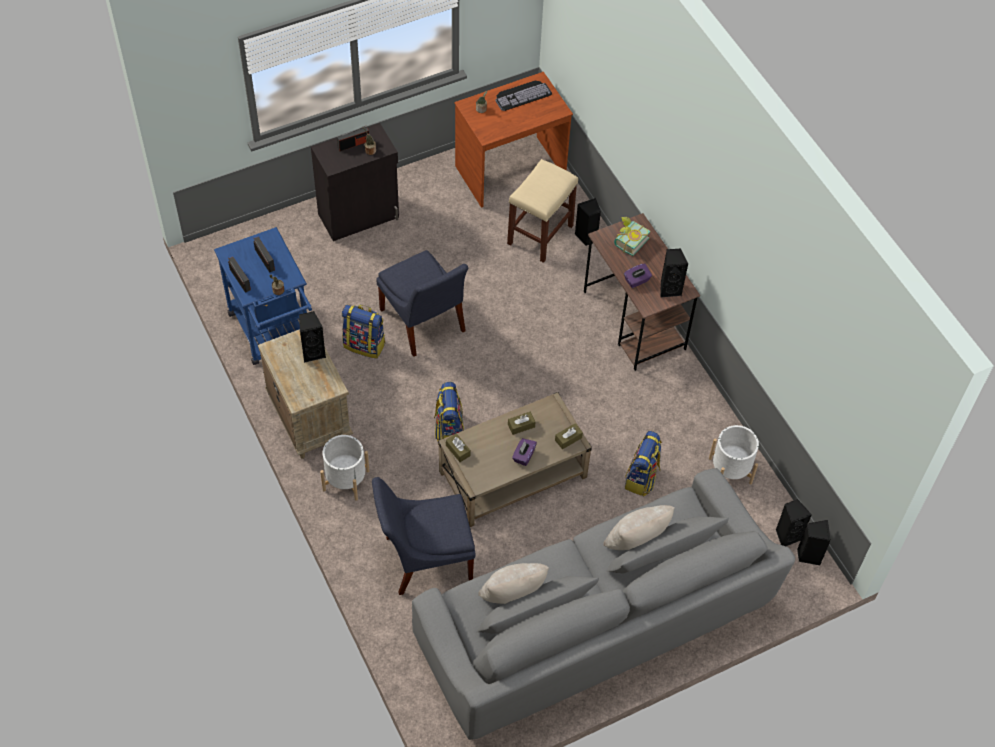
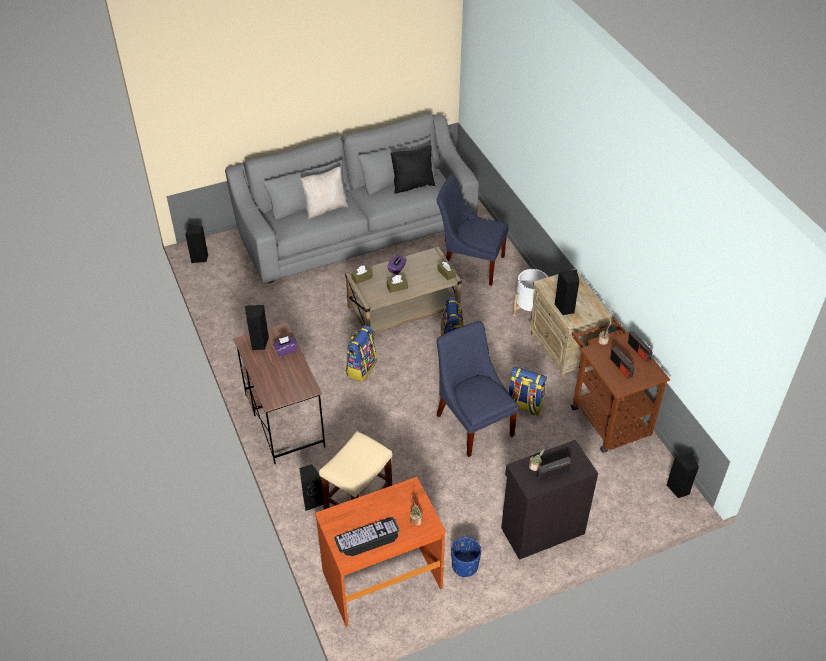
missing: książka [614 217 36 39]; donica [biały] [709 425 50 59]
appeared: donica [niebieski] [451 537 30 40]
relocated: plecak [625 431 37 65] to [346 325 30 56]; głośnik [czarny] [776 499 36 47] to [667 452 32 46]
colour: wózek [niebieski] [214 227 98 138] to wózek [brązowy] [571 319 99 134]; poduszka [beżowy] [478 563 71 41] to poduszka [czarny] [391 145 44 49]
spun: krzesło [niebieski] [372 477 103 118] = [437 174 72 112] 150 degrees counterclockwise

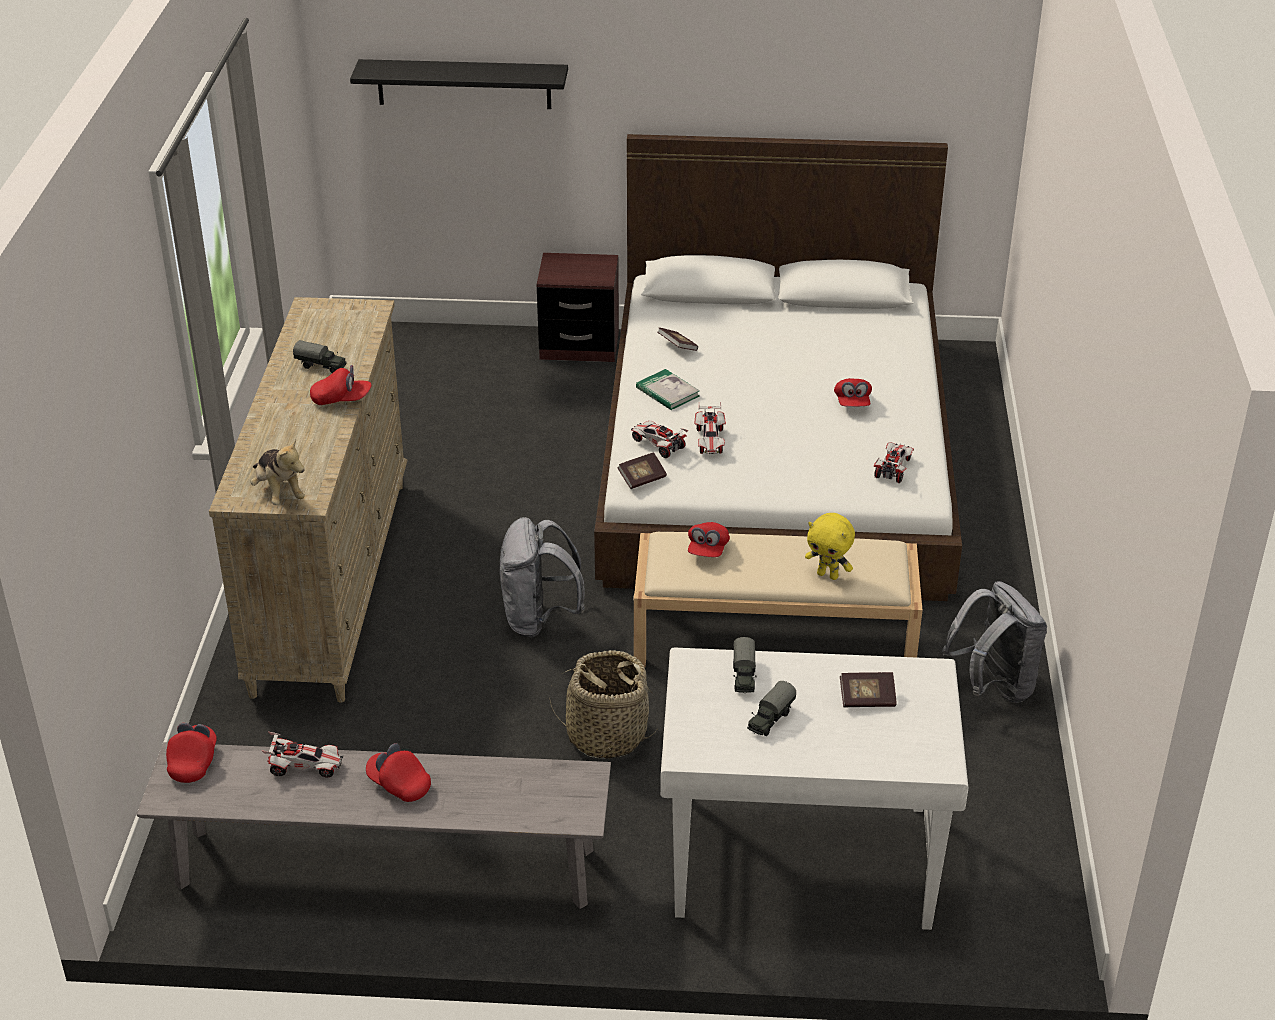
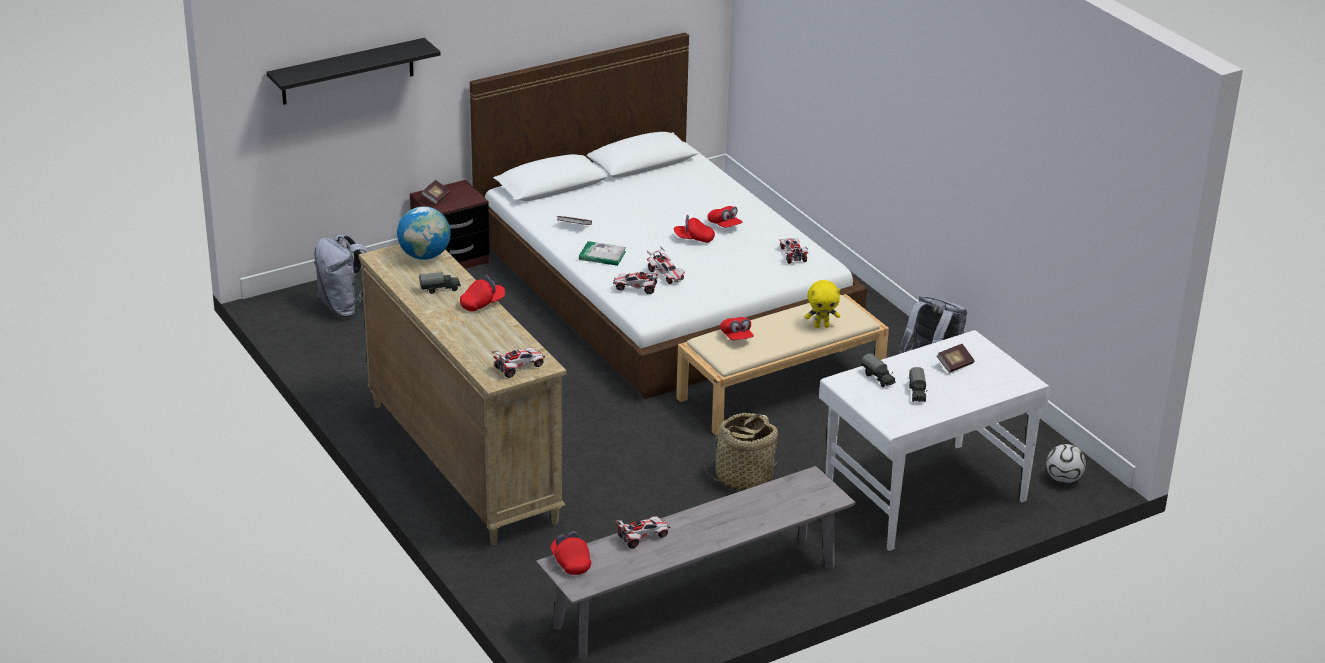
appeared: globus [397 206 54 54]; piłka futbolowa [1046 444 40 39]
relocated: czapka z daszkiem [czerwony] [366 743 65 59] to [674 215 41 28]; plecak [szary] [500 517 85 121] to [314 234 55 83]; książka [617 452 50 37] to [421 180 29 25]
exchanged: pluszak [251 439 54 66] to samochodzik [491 347 54 31]

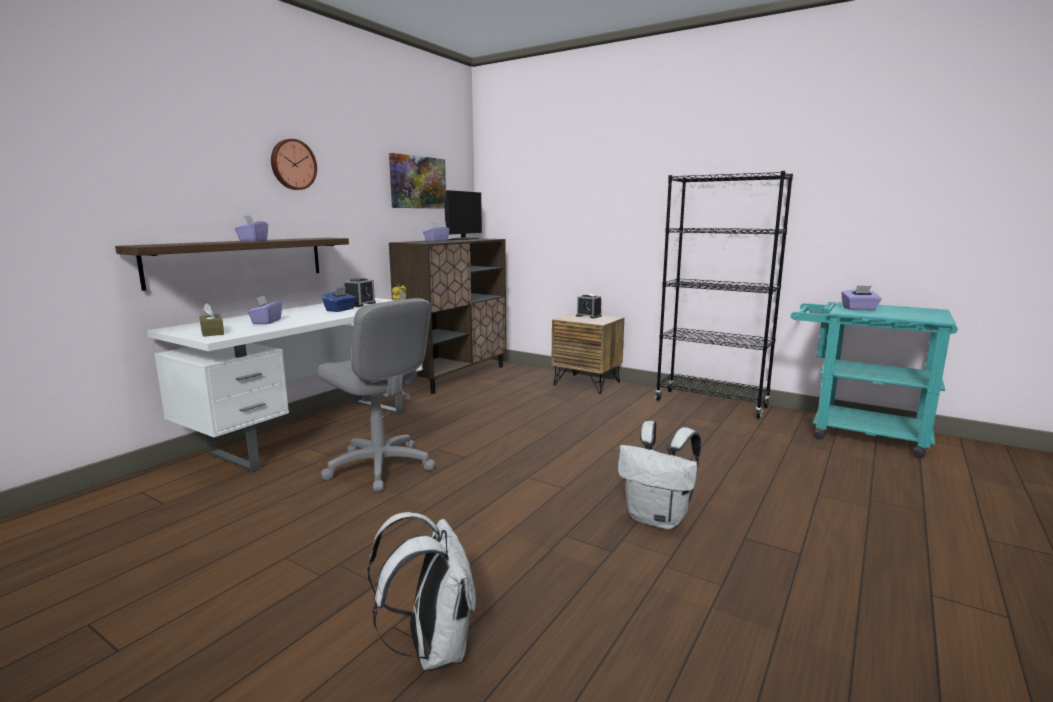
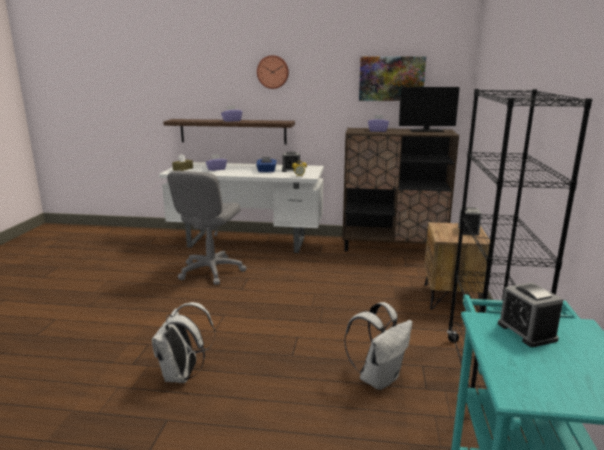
relocated: plecak [biały] [367 512 109 158] to [344 302 69 88]
exchanged: pudełko chusteczek [fioletowy] [841 285 41 26] to budzik [498 282 65 65]

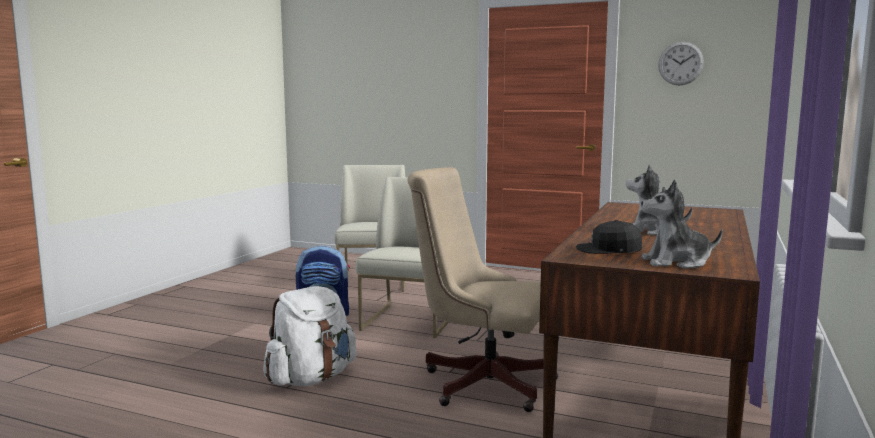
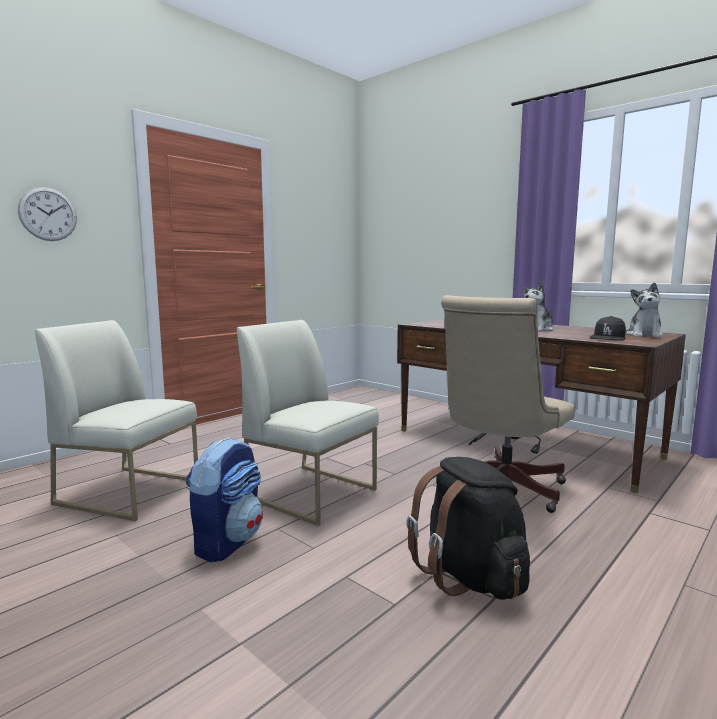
relocated: zegar ścienny [658 42 46 44] to [18 187 59 54]
colour: plecak [biały] [263 286 94 100] to plecak [czarny] [407 457 123 143]

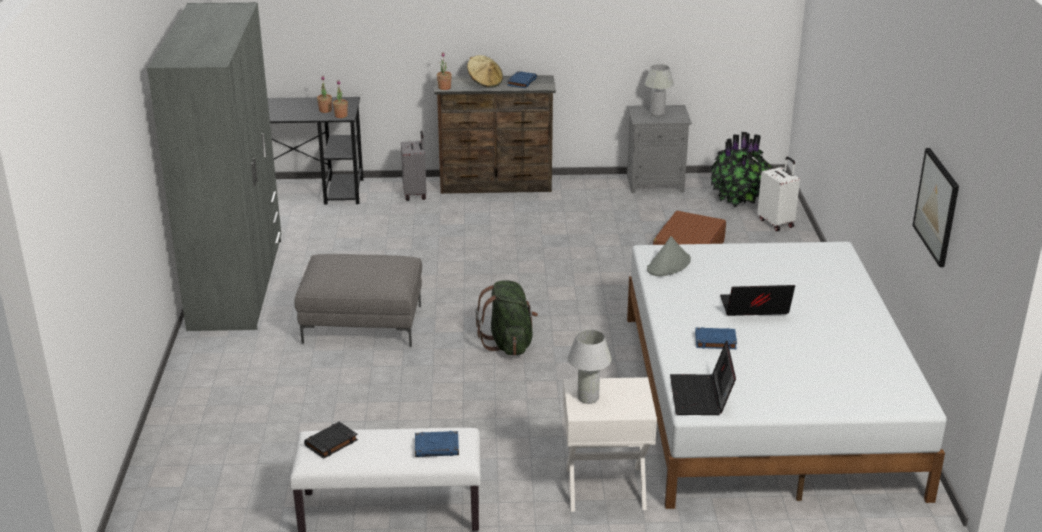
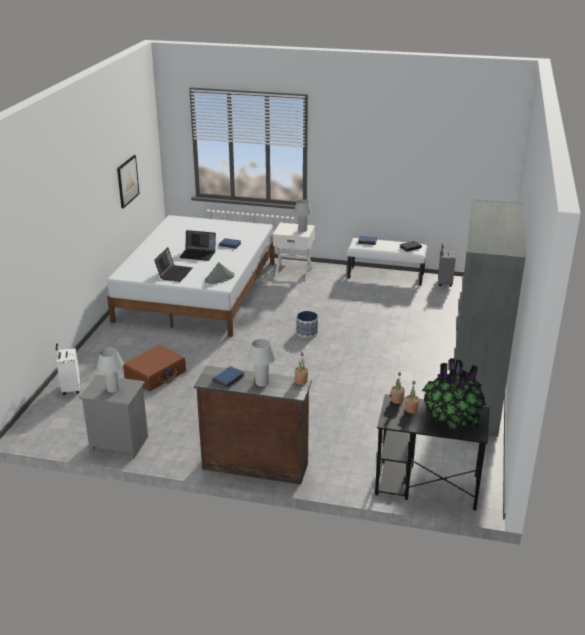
missing: pufa [szary] [294 254 128 93]
relocated: walizka [szary] [401 131 26 70] to [438 244 17 43]; laptop [670 340 66 75] to [154 247 38 35]; roślina doniczkowa [709 132 65 75] to [422 358 64 74]
exchanged: kapelusz [beżowy] [467 55 36 33] to lampa stołowa [biały] [248 339 28 48]; plecak [zielony] [476 280 62 76] to donica [297 311 21 27]

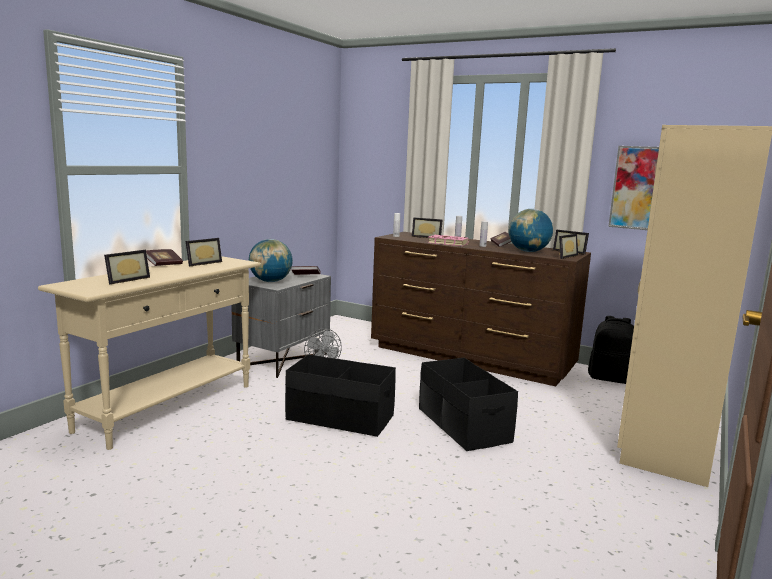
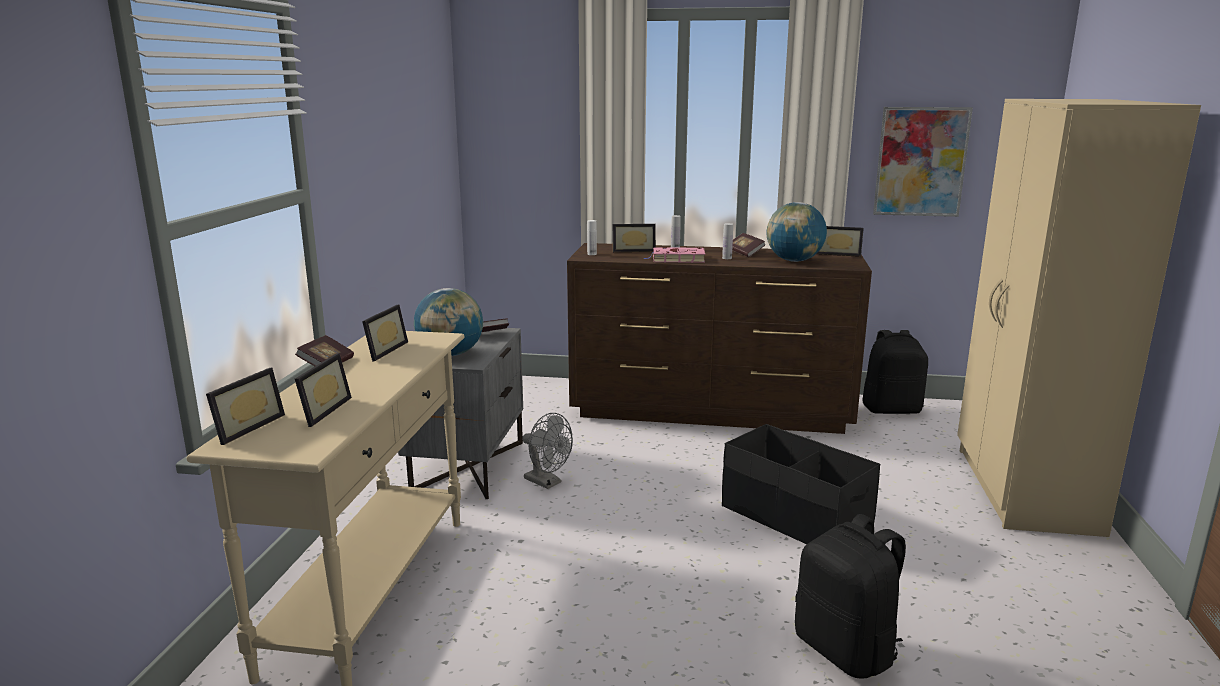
missing: pojemnik do przechowywania [czarny] [285 354 111 83]
appeared: plecak [czarny] [795 514 111 165]
relocated: ramka na zdjęcie [559 234 19 25] to [206 368 79 77]

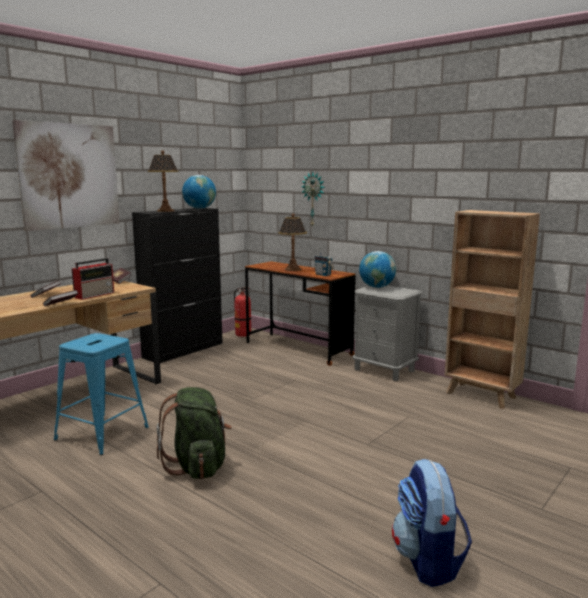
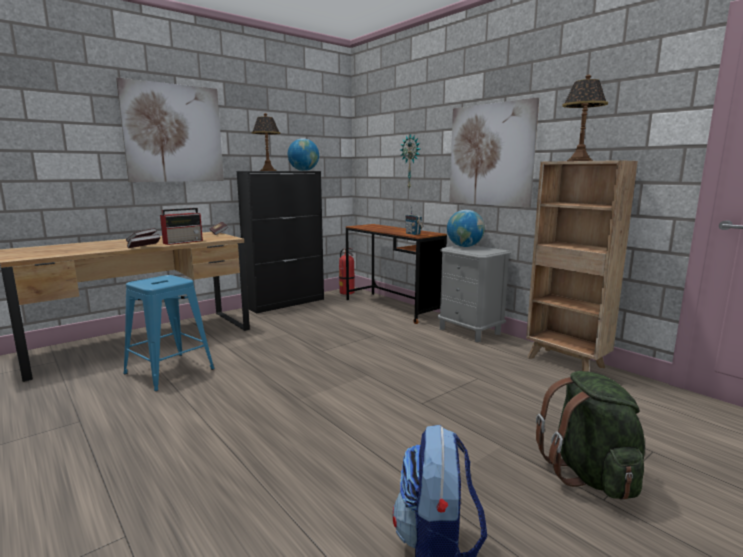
appeared: obraz [449 97 90 111]
relocated: plecak [zielony] [156 387 76 92] to [536 371 109 129]; lampa stołowa [279 214 28 57] to [562 74 46 87]

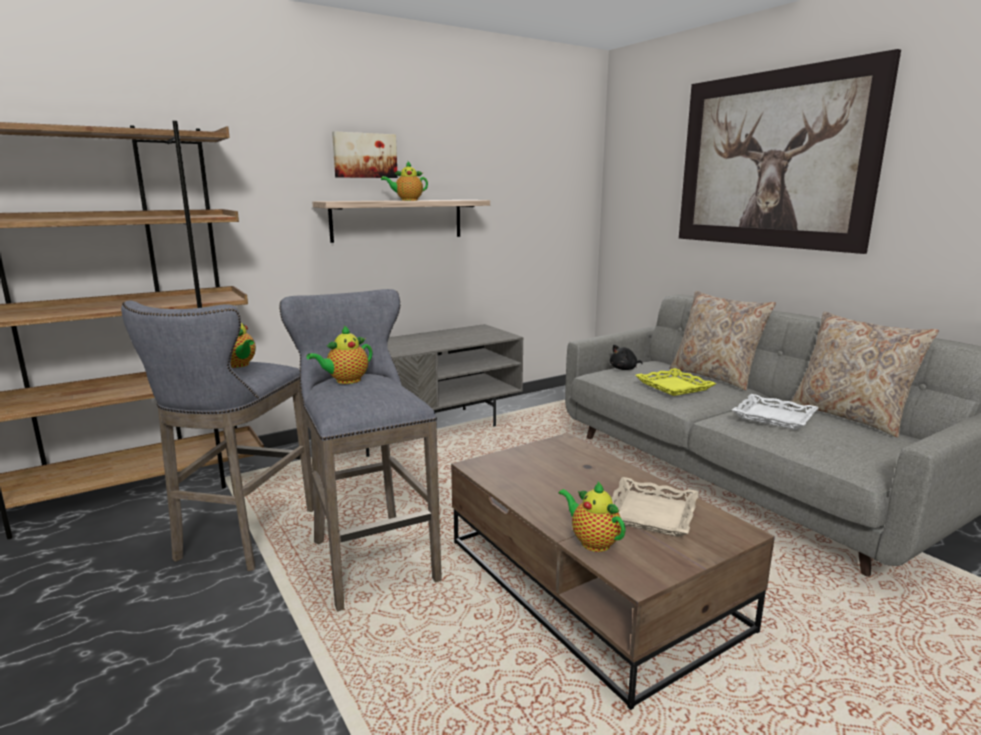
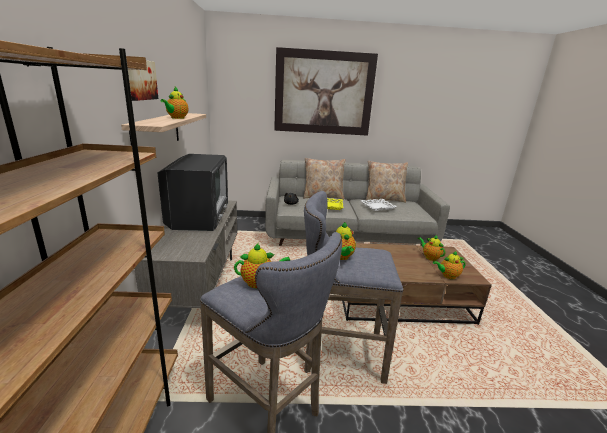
appeared: telewizor [157 154 71 77]
exchanged: taca [beżowy] [611 477 88 60] to imbryk [418 235 27 26]

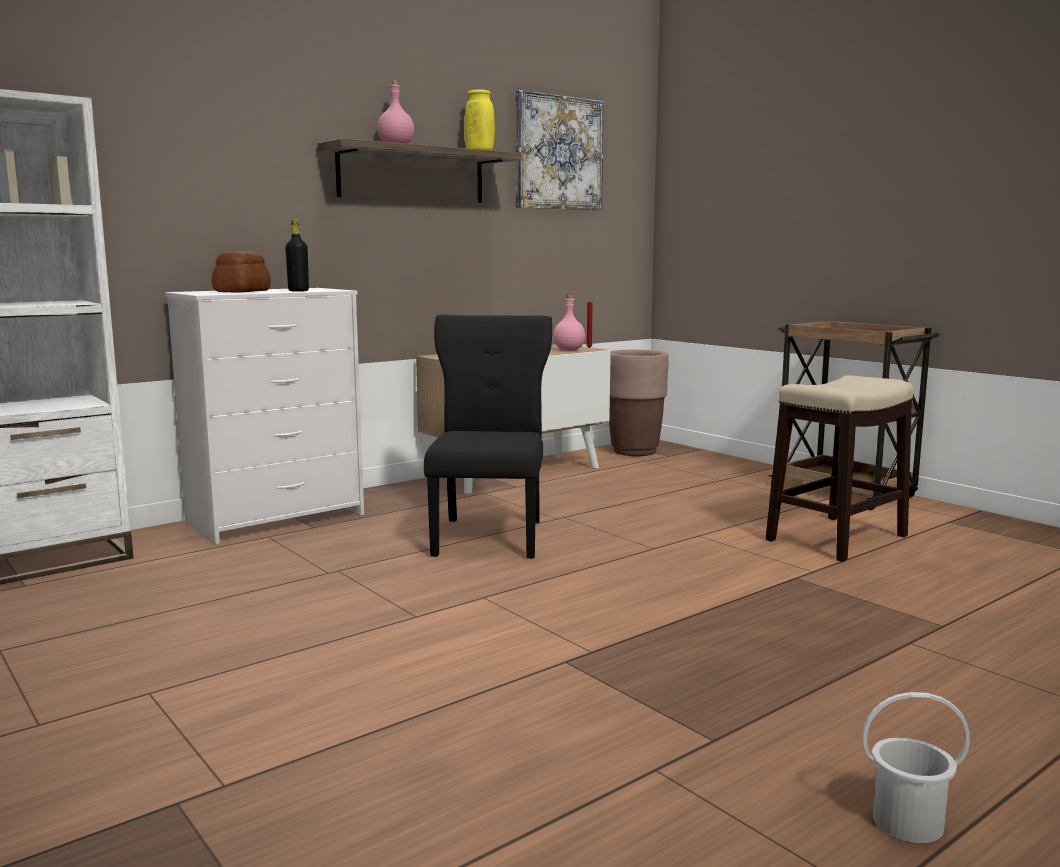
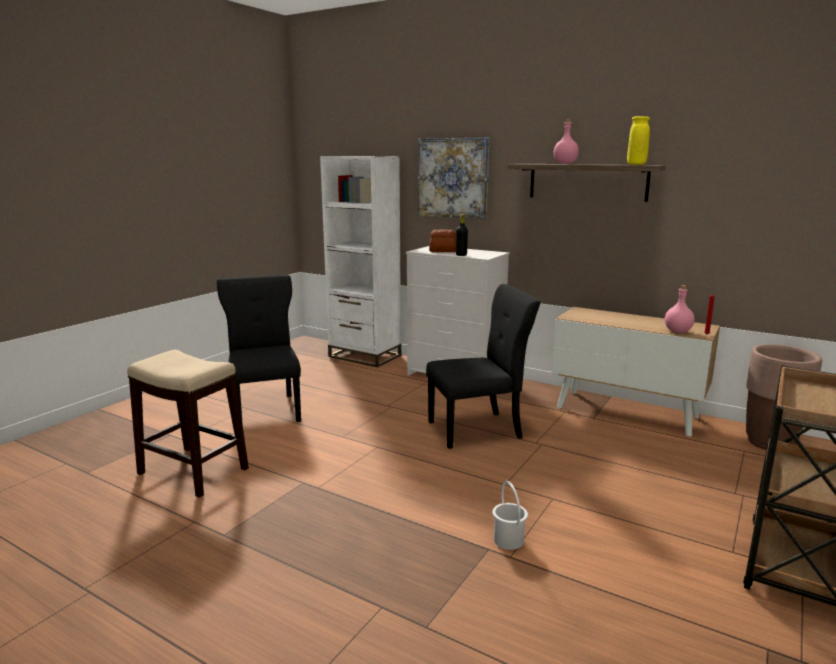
appeared: krzesło [czarny] [217 275 84 150]
relocated: obraz [516 90 88 121] to [418 138 71 81]; stołek [765 375 149 187] to [127 350 122 148]; wiadro [biały] [862 692 108 151] to [492 481 36 69]

